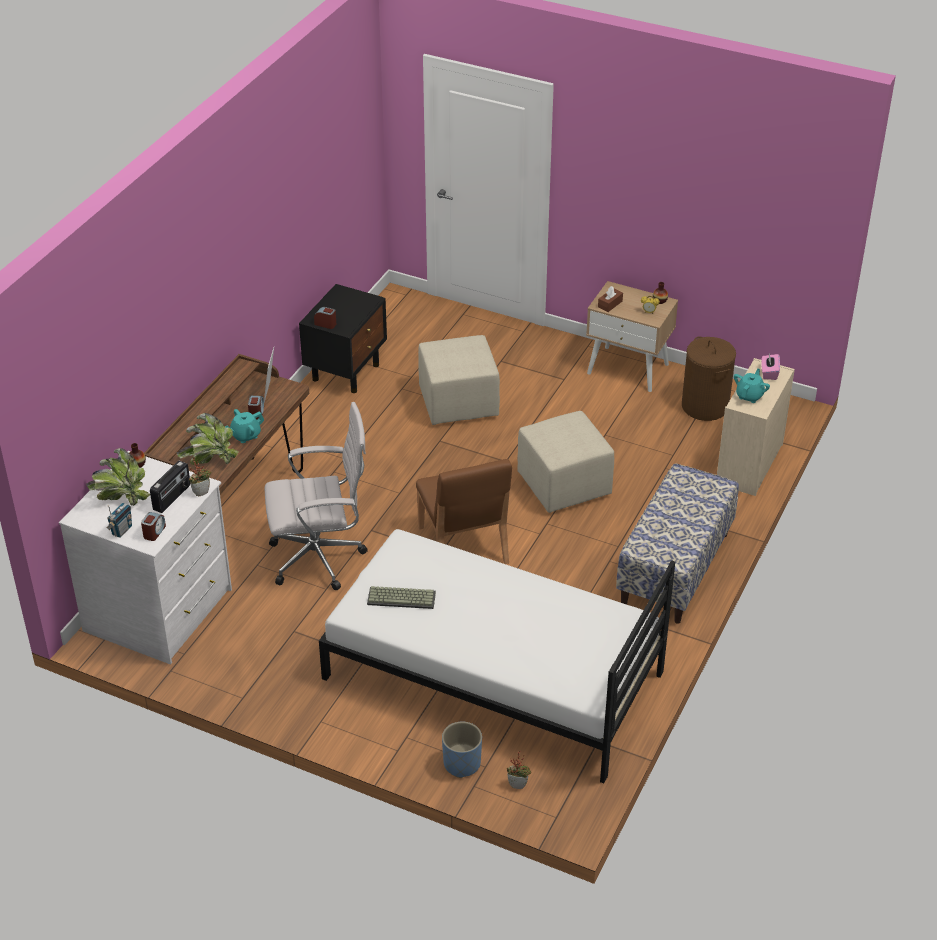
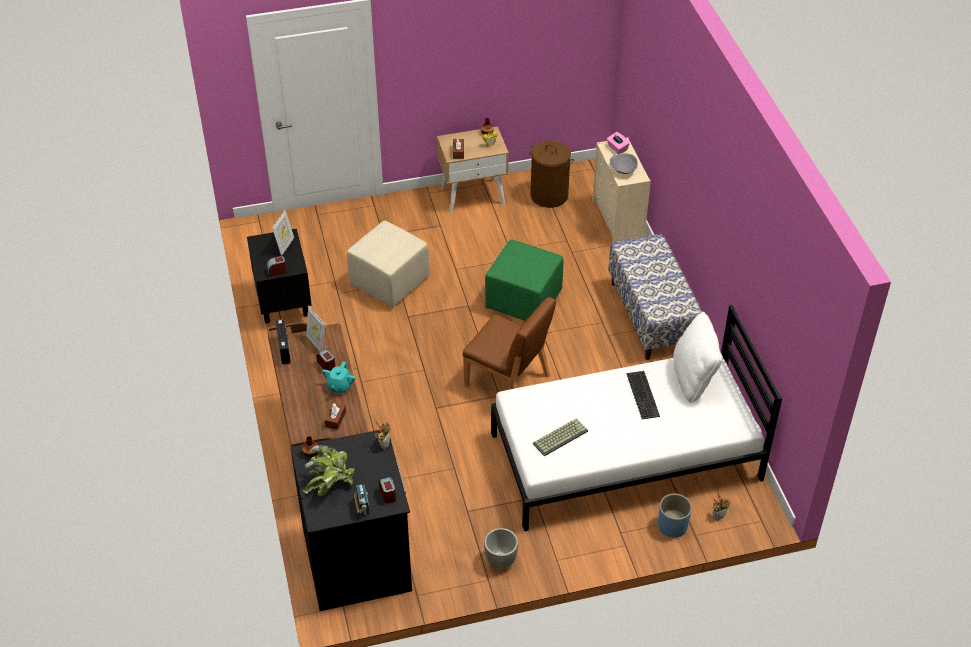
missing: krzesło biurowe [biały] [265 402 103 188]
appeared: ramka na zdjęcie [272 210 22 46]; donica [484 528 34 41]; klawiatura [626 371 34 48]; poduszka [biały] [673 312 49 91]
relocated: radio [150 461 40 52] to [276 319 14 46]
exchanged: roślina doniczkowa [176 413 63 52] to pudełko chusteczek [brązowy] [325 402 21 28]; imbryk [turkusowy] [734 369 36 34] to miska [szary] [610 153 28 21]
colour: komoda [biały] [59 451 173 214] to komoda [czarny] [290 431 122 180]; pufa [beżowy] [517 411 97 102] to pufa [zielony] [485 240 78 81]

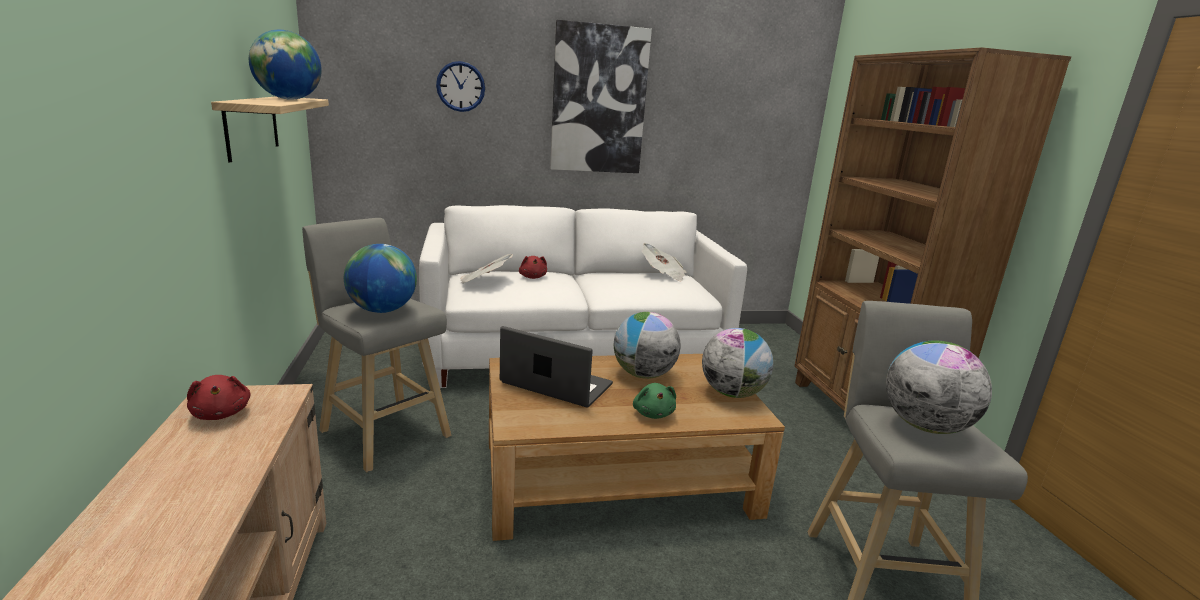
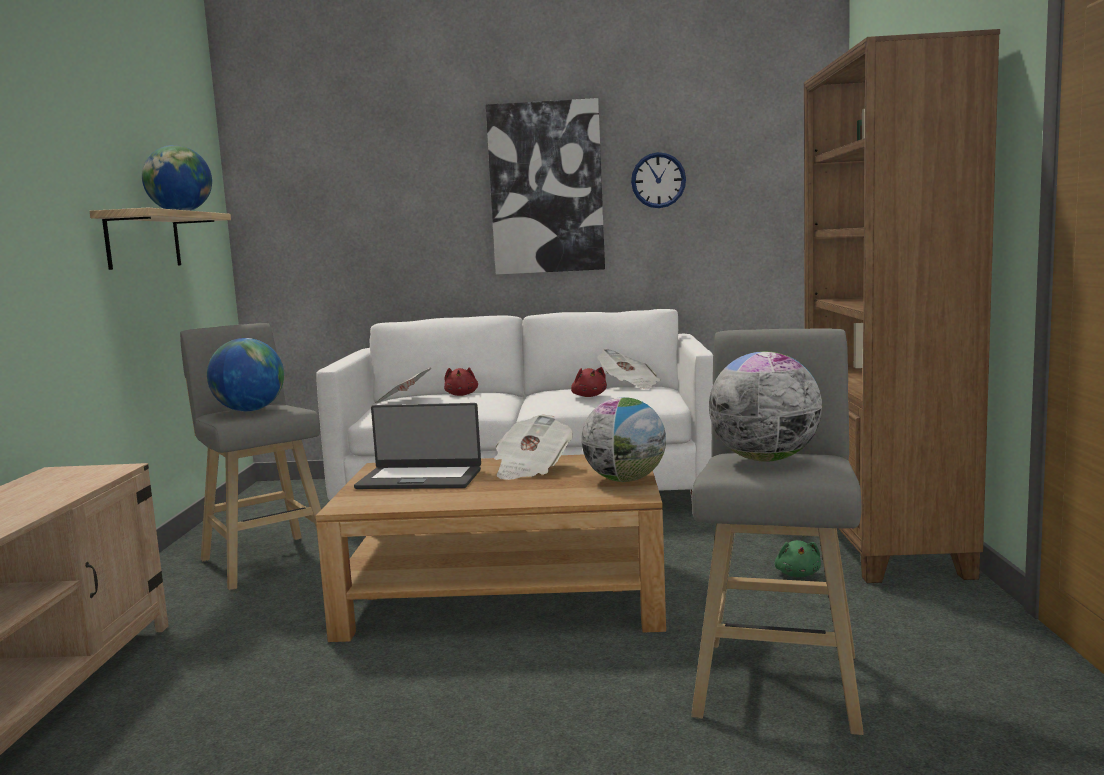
relocated: pluszak [czerwony] [187 375 64 45] to [571 367 36 30]; zegar ścienny [436 61 49 51] to [631 152 55 56]; pluszak [zielony] [633 383 43 36] to [775 540 46 37]
exchanged: globus [614 312 66 67] to gazeta [494 415 79 65]
spun: laptop [500 326 113 82] = [354 403 127 86] 150 degrees clockwise

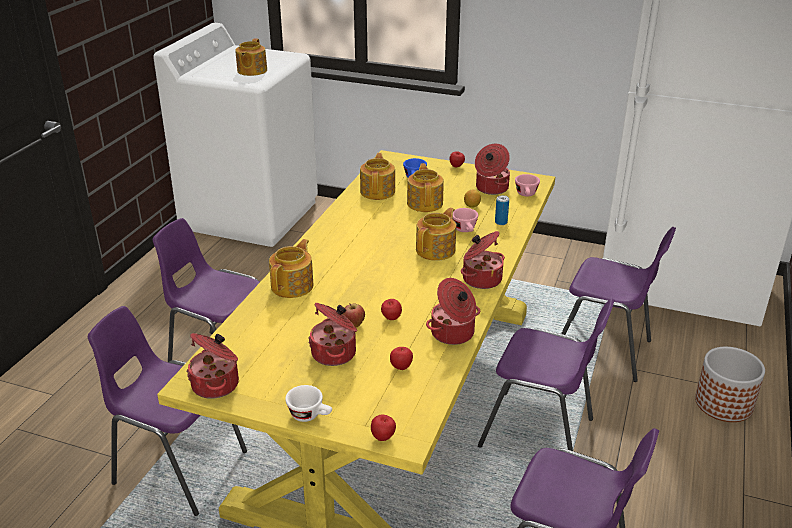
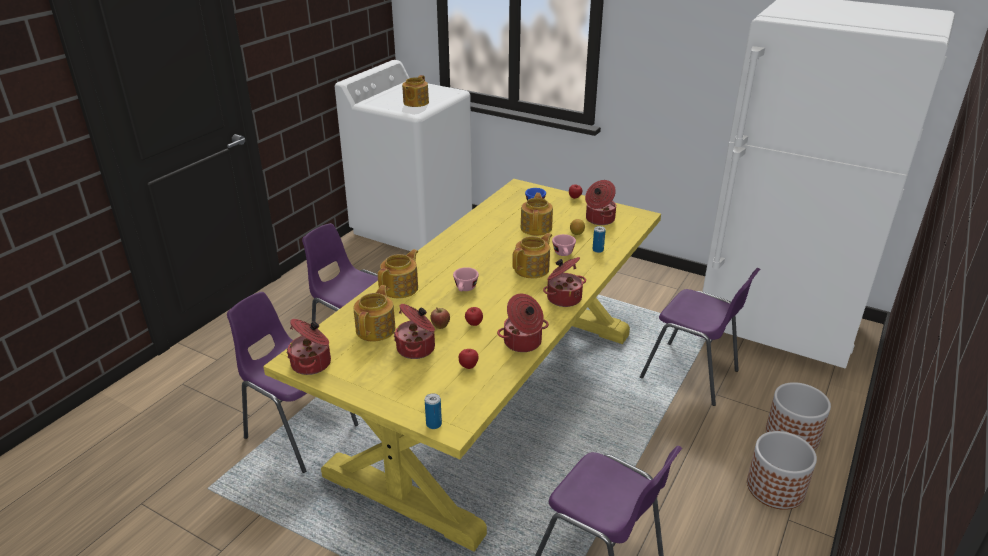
missing: filiżanka [biały] [285 385 47 37]; krzesło [fioletowy] [478 298 137 153]
appeared: donica [747 431 70 79]
relocated: imbryk [360 153 35 47] to [353 285 43 57]; filiżanka [różowy] [515 174 25 23] to [453 267 26 24]
exchanged: jabłko [371 415 25 26] to puszka [425 393 17 36]

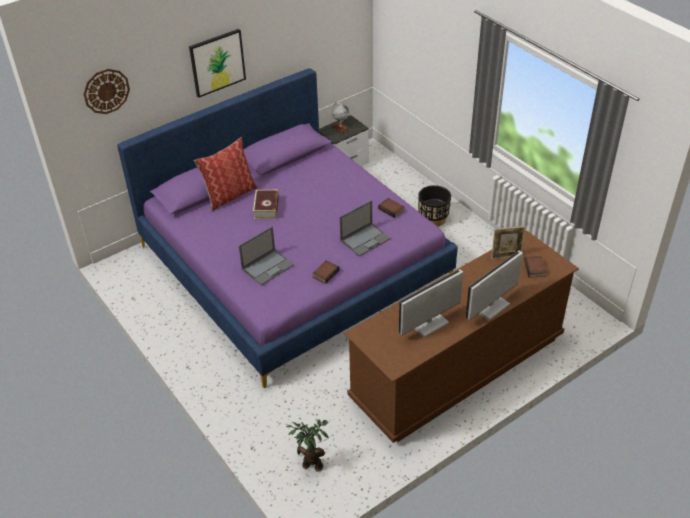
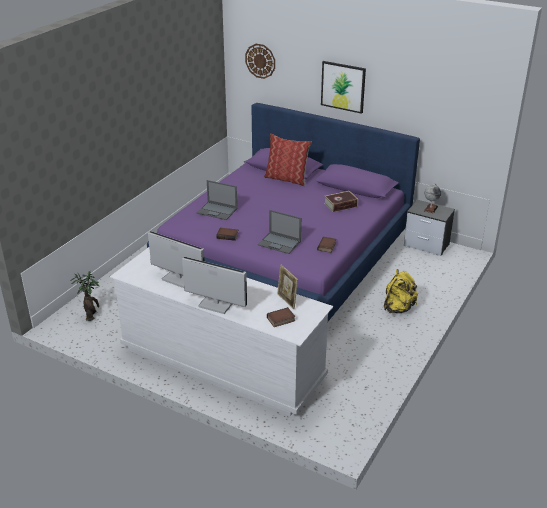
relocated: książka [253 190 26 29] to [324 191 34 21]
exchanged: donica [czarny] [418 185 33 42] to plecak [żółty] [384 269 34 44]
colour: komoda [brązowy] [344 230 235 213] to komoda [biały] [110 247 223 169]

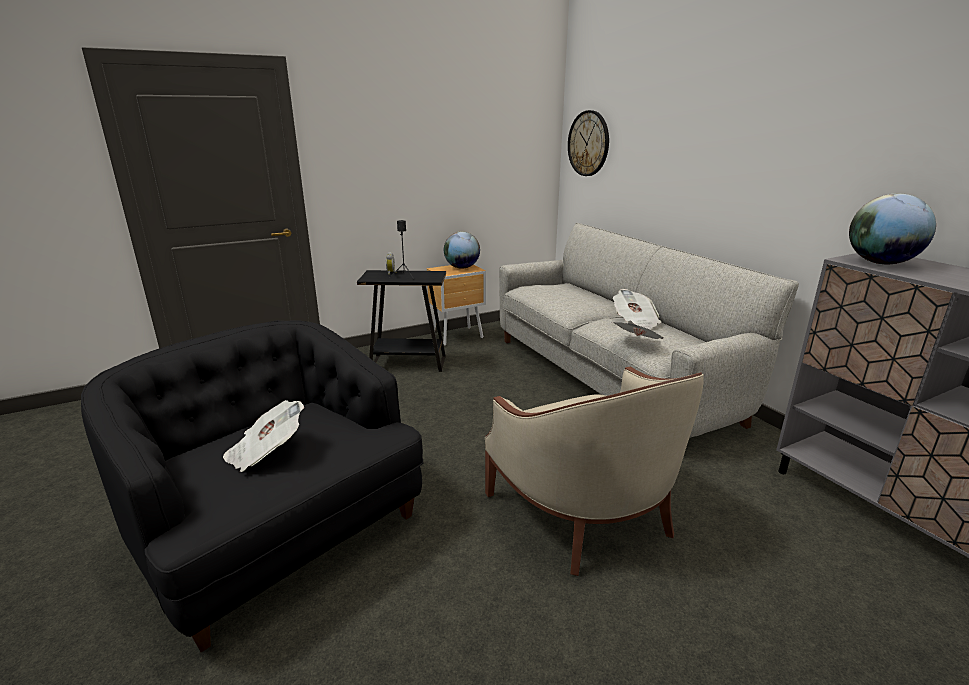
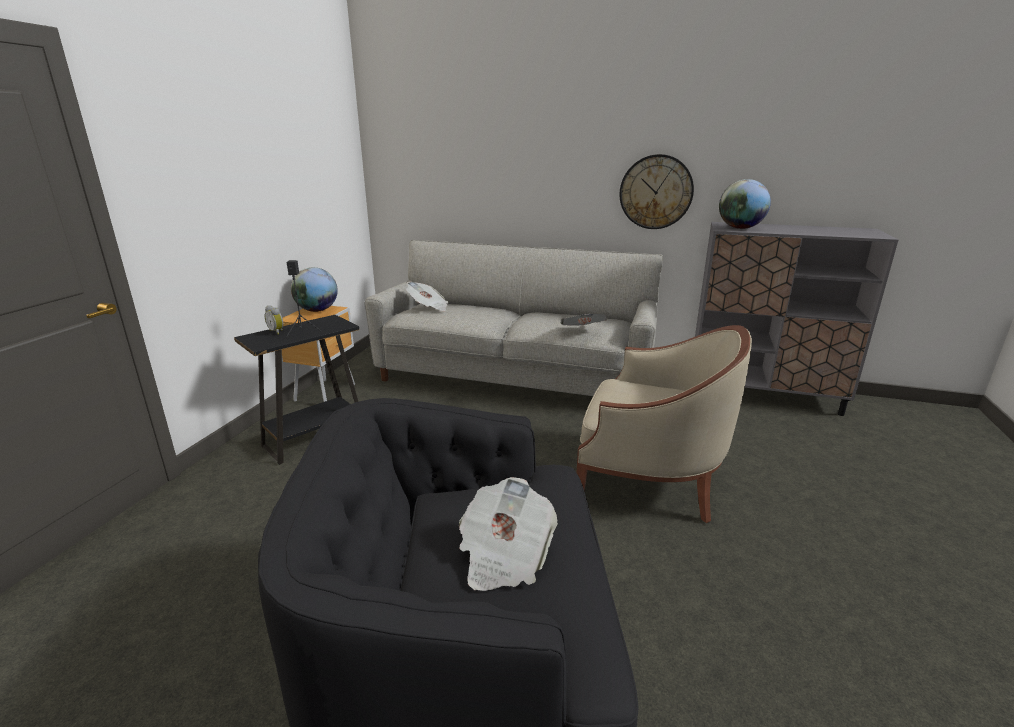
relocated: zegar ścienny [568 110 41 66] to [620 154 74 75]; gazeta [613 289 48 41] to [406 282 42 29]

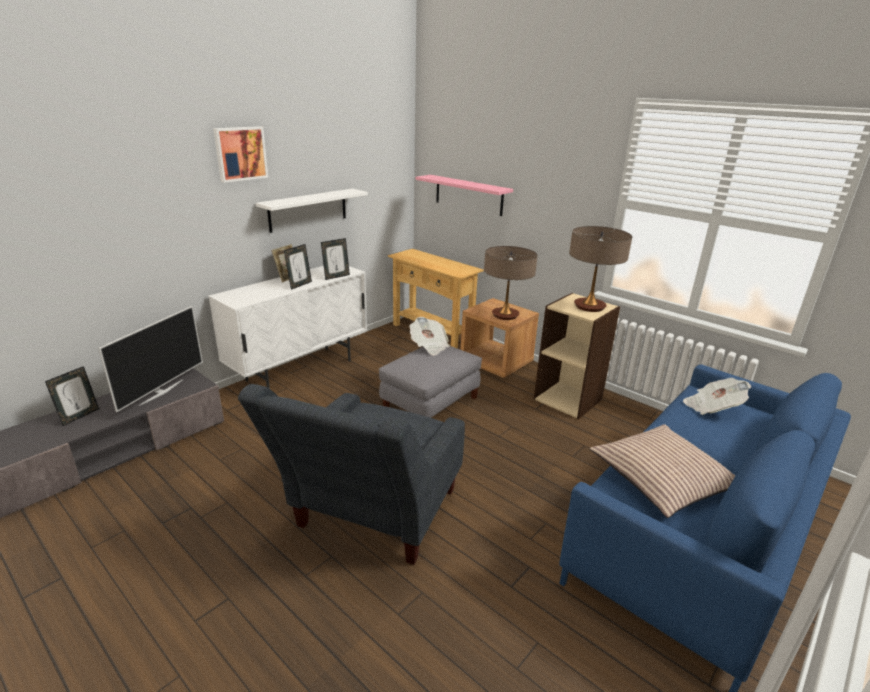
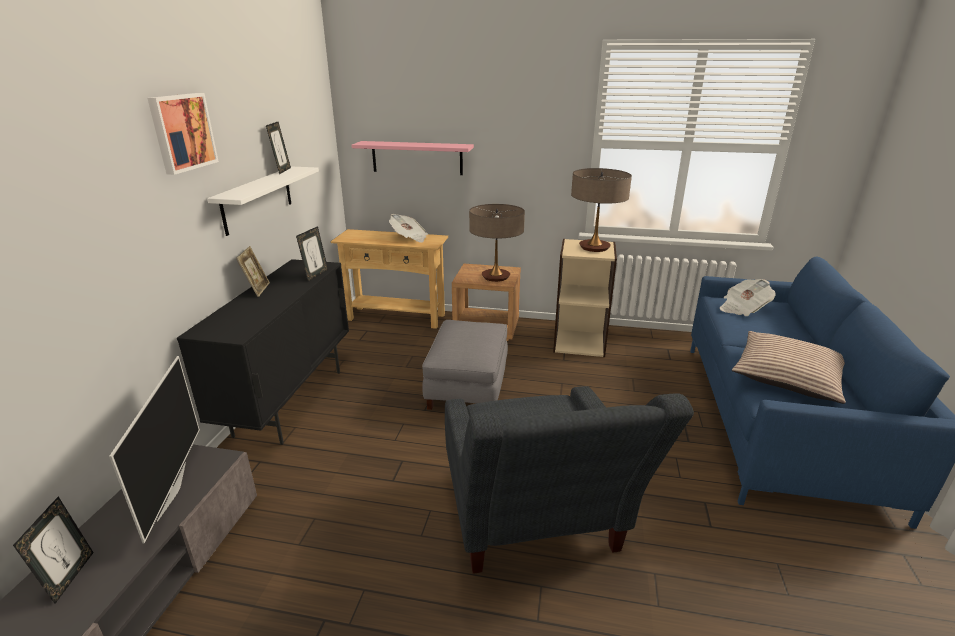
relocated: ramka na zdjęcie [284 244 28 46] to [266 122 25 52]; gazeta [409 317 41 39] to [389 214 39 29]
colour: szafka [biały] [208 266 159 123] to szafka [czarny] [177 259 172 186]

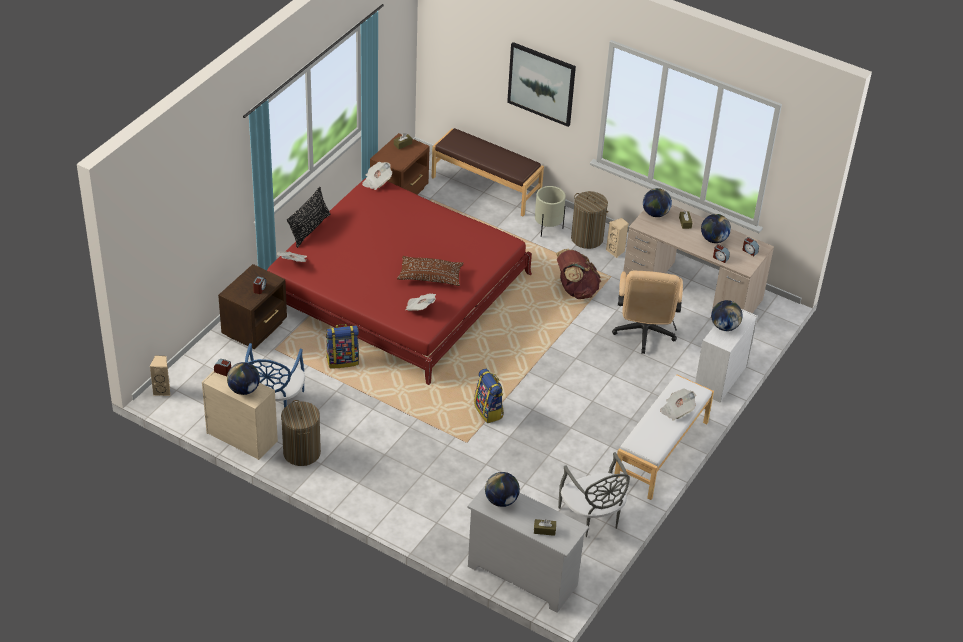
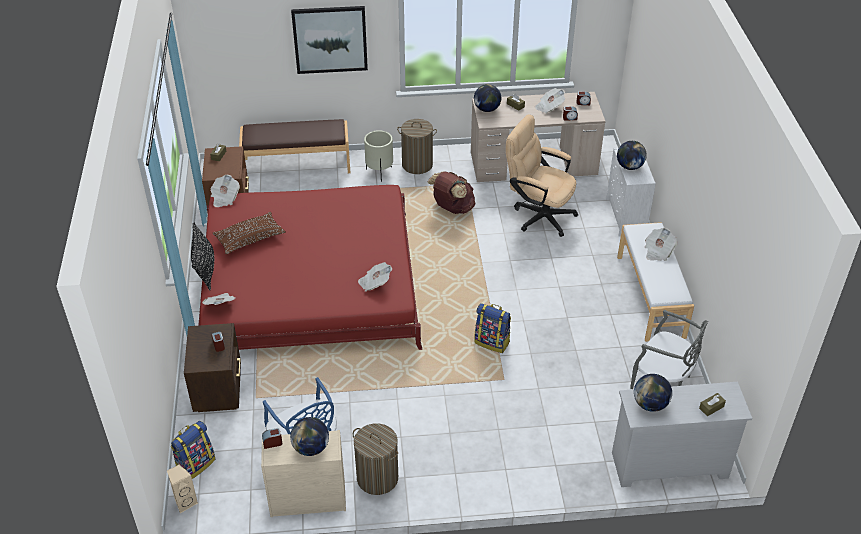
missing: głośnik [beżowy] [606 218 23 40]
relocated: plecak [326 324 33 44] to [171 421 44 58]; poduszka [brązowy] [397 256 66 30] to [213 212 73 42]
exchanged: globus [701 214 30 29] to gazeta [535 88 30 26]
spun: krzesło biurowe [beżowy] [612 270 71 84] = [506 114 72 123] 150 degrees clockwise

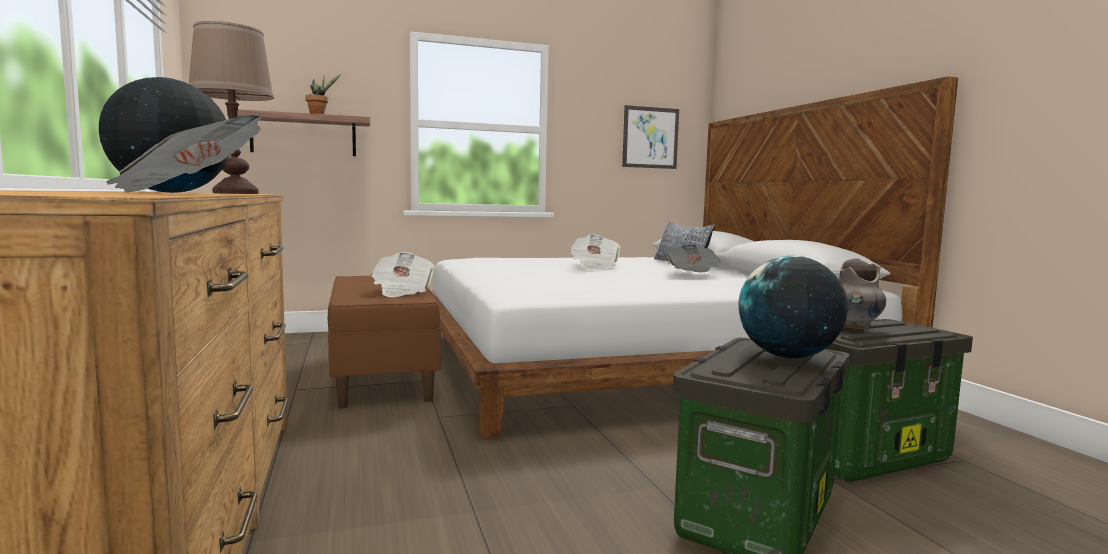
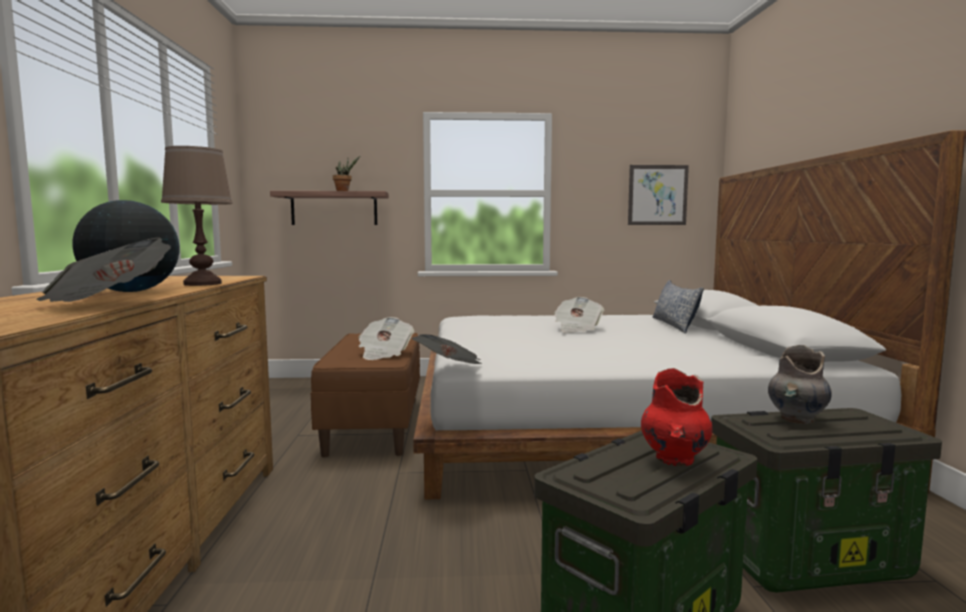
relocated: gazeta [664 245 57 27] to [412 334 70 30]
exchanged: globus [739 256 109 102] to wazon [czerwony] [641 368 71 98]

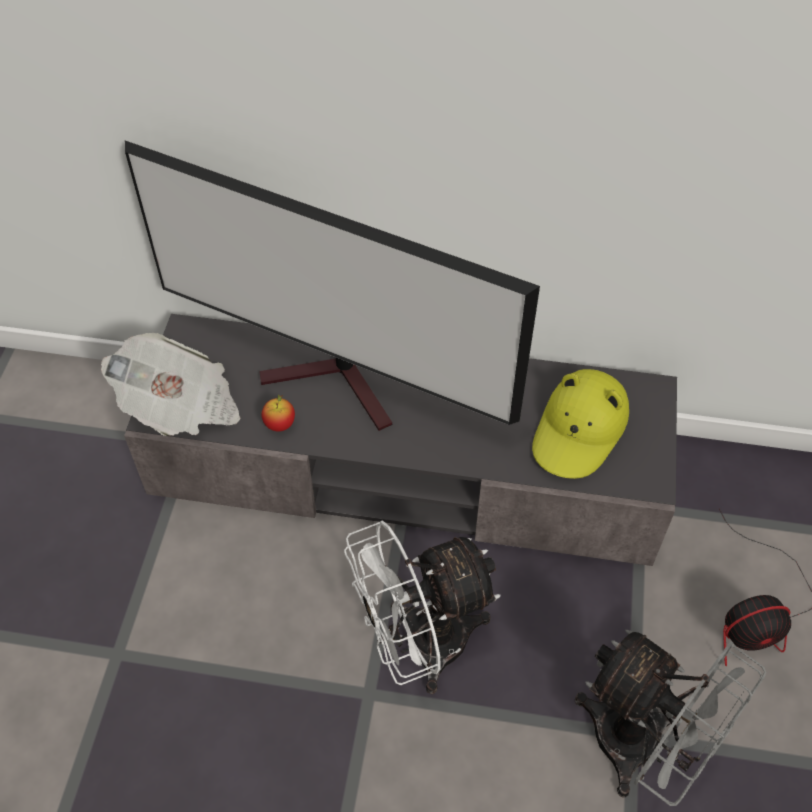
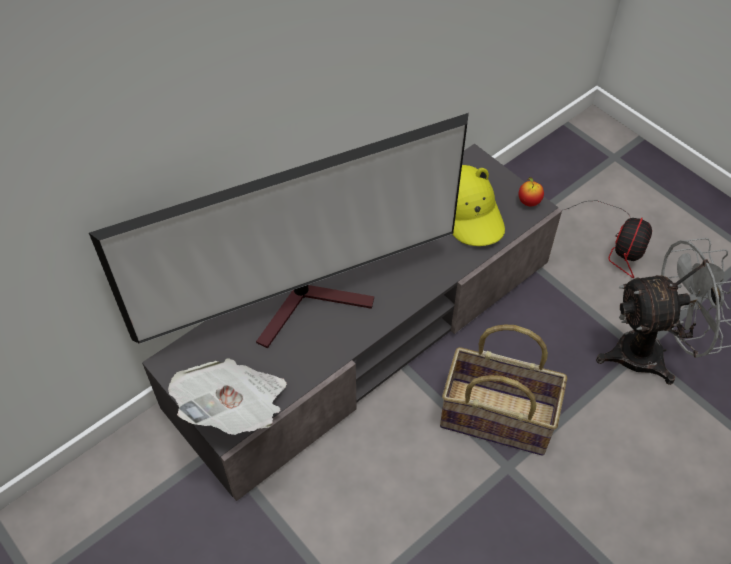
relocated: jabłko [261 395 34 37] to [519 177 25 29]
exchanged: wentylator [biały] [344 520 157 174] to koszyk [440 325 127 131]

